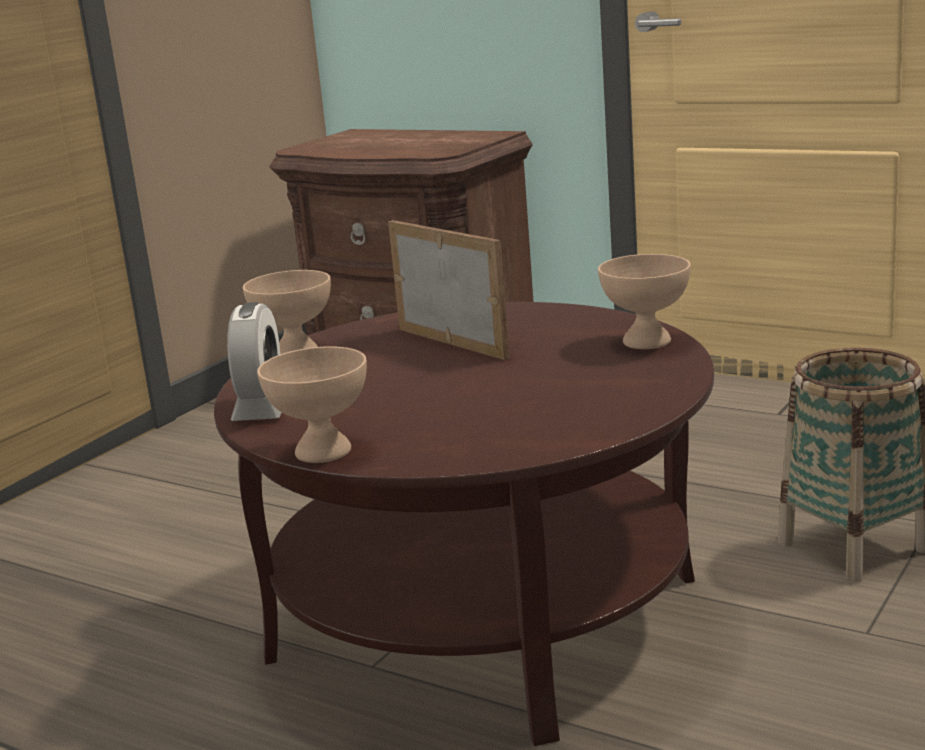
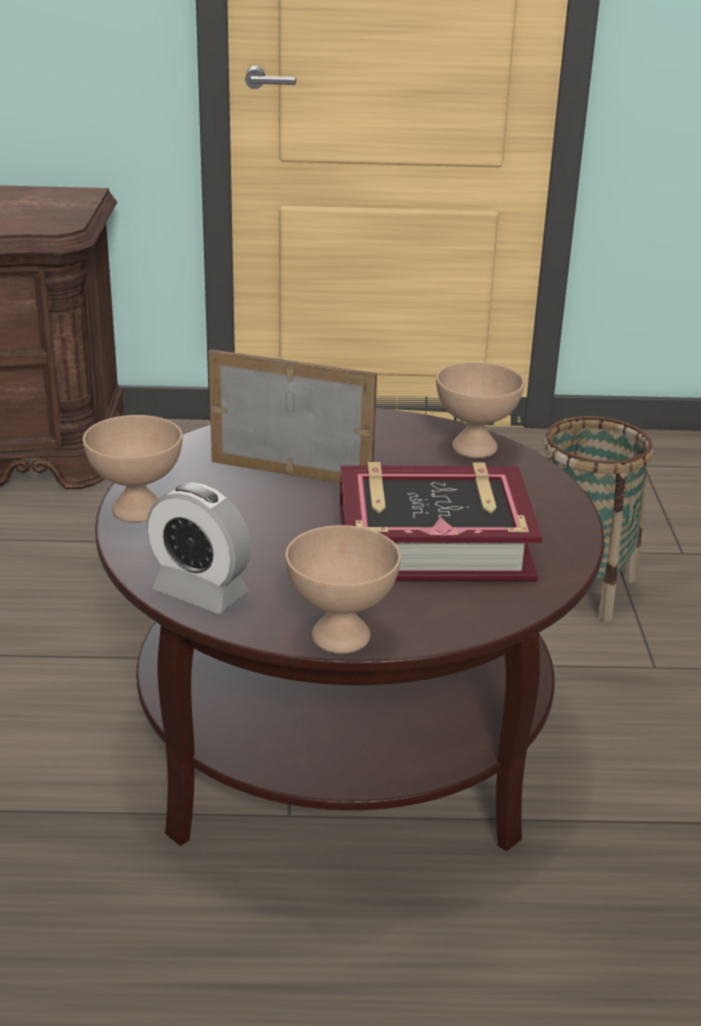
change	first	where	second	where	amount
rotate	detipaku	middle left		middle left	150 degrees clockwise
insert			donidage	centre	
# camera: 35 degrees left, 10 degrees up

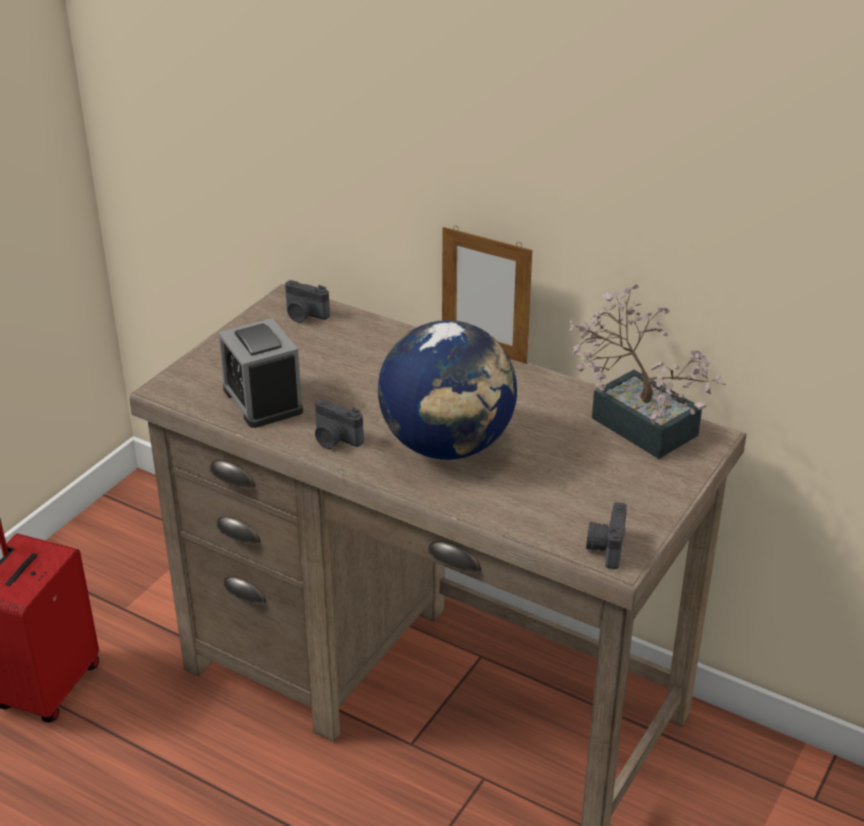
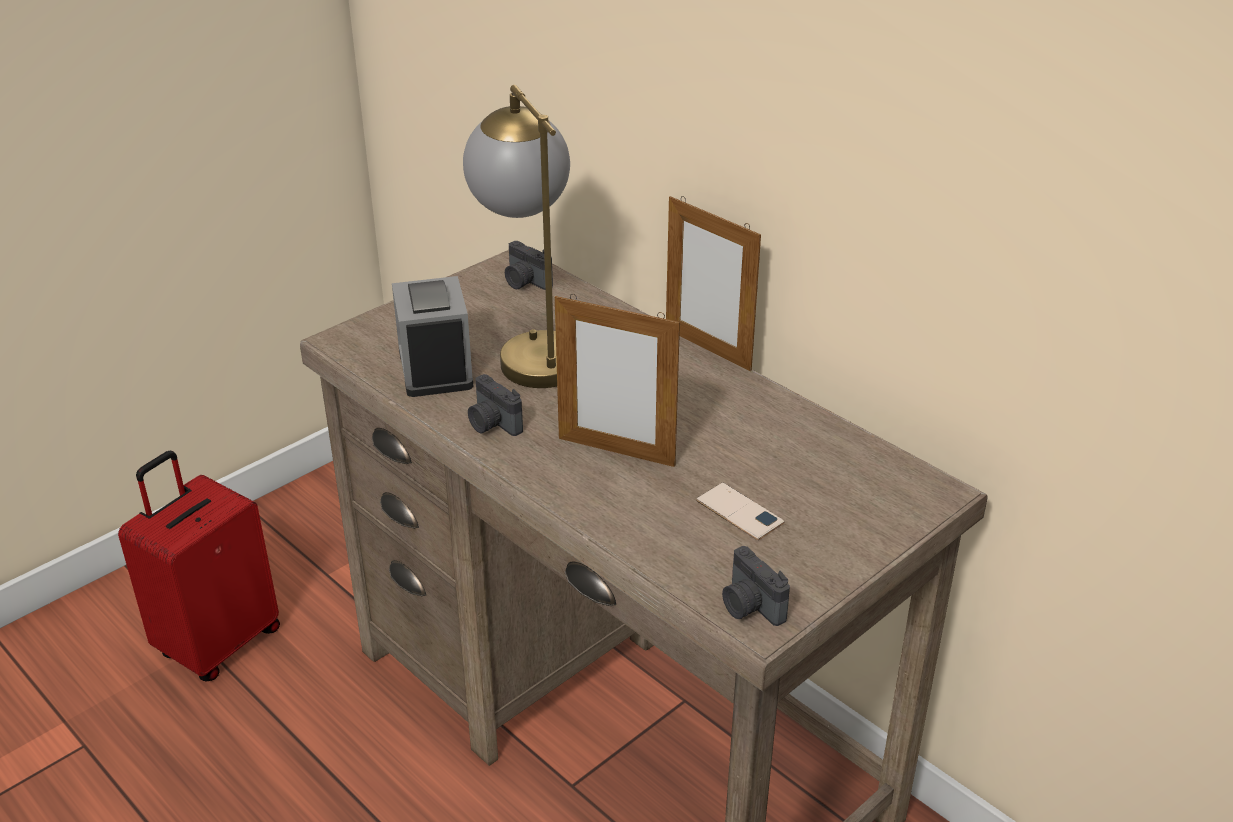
change	first	where	second	where	amount
replace	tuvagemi	centre	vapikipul (1st from left)	centre	
delete	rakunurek	middle right			
rotate	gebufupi (3rd from left)	middle right		bottom centre	60 degrees counterclockwise
insert			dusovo	top centre	
insert			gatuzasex	centre	
# camera: 15 degrees right, 0 degrees up

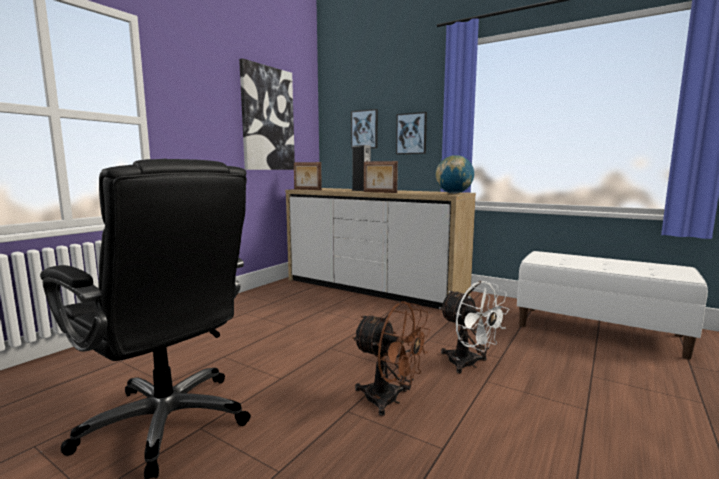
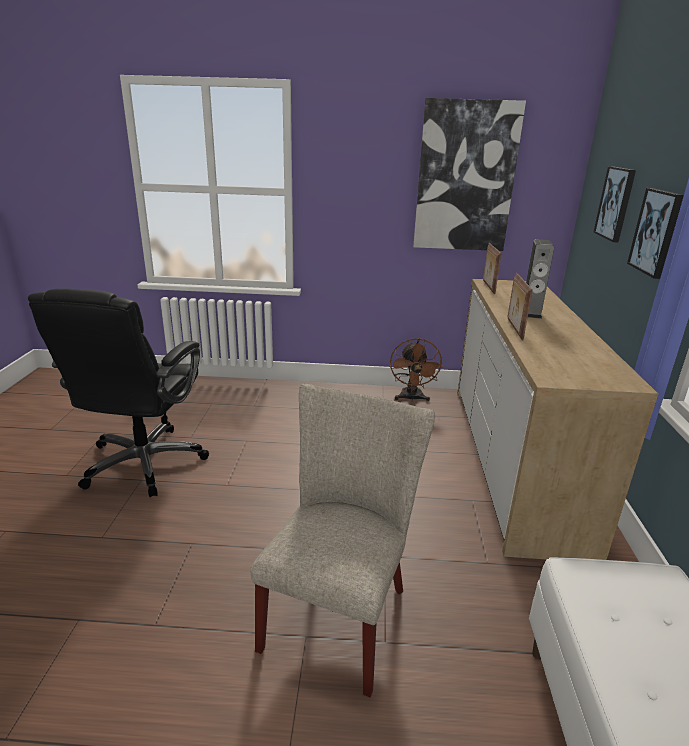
change	first	where	second	where	amount
move	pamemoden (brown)	bottom centre		centre	
delete	tuvagemi	centre			
replace	pamemoden (white)	bottom centre	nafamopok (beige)	bottom centre	
# camera: 60 degrees right, 15 degrees up

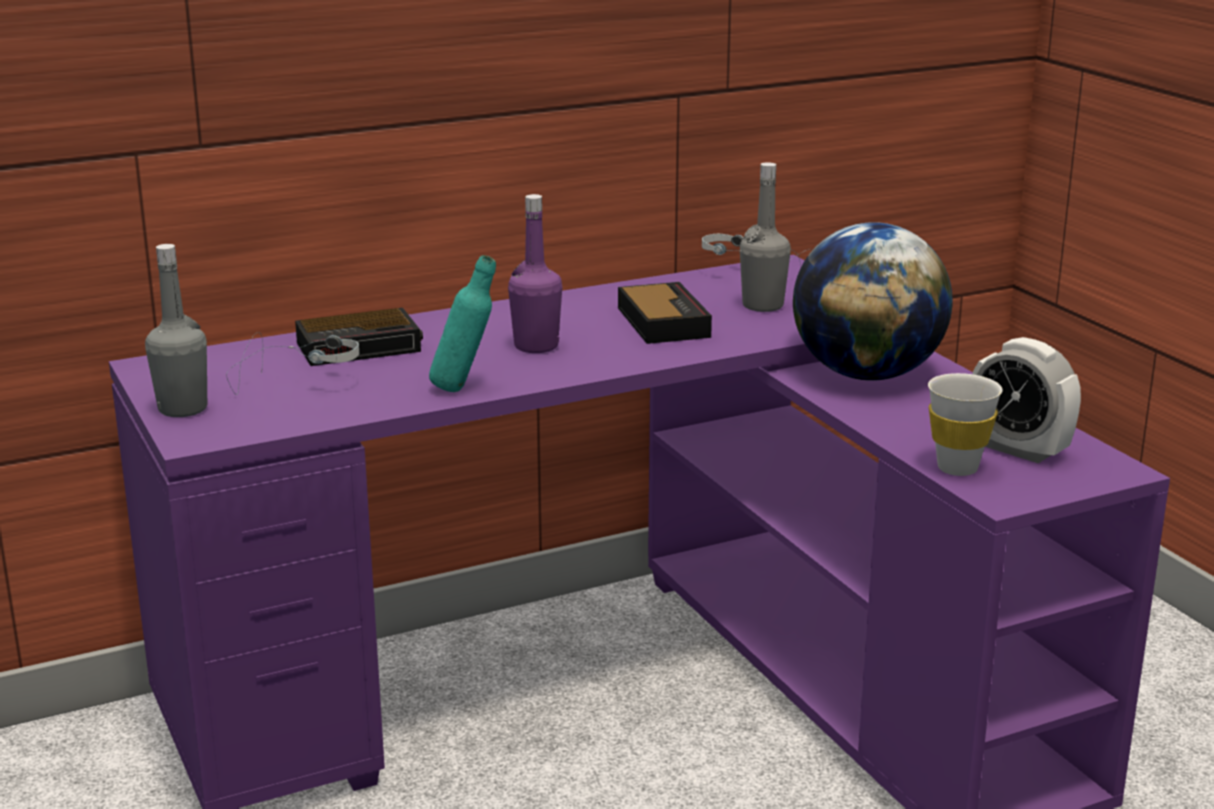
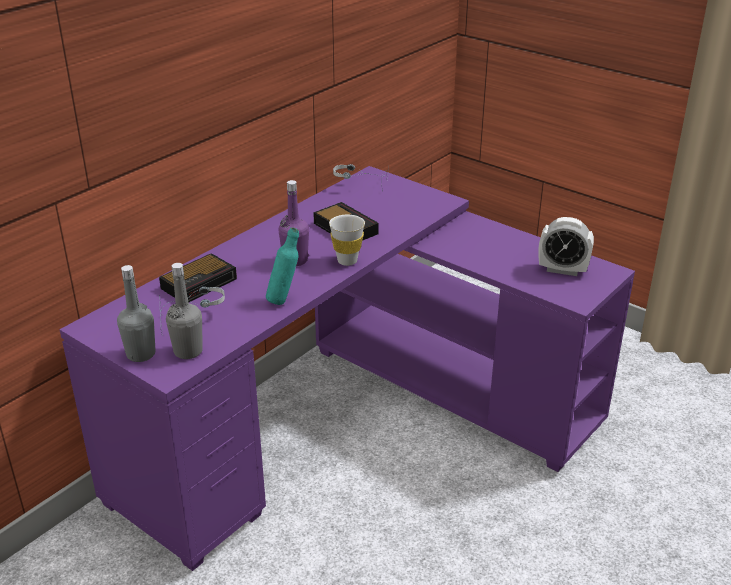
change	first	where	second	where	amount
move	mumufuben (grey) (2nd from left)	top centre		middle left	
delete	tuvagemi	middle right			
move	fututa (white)	middle right		centre	
# camera: 25 degrees left, 10 degrees up

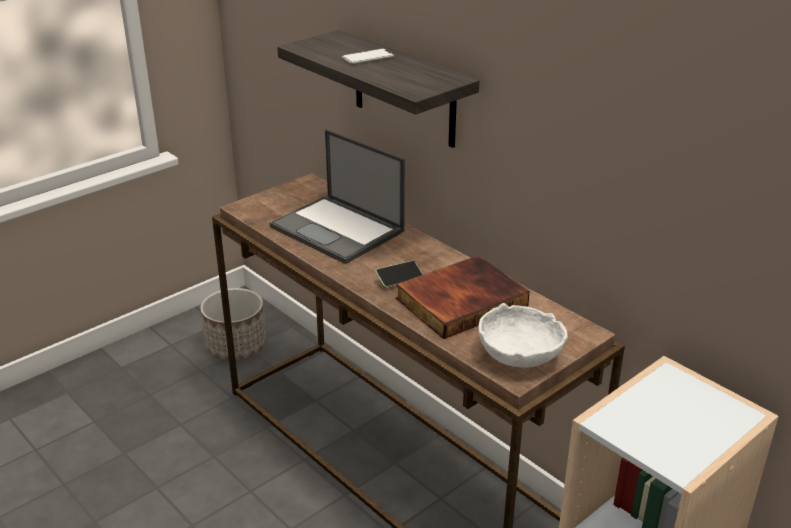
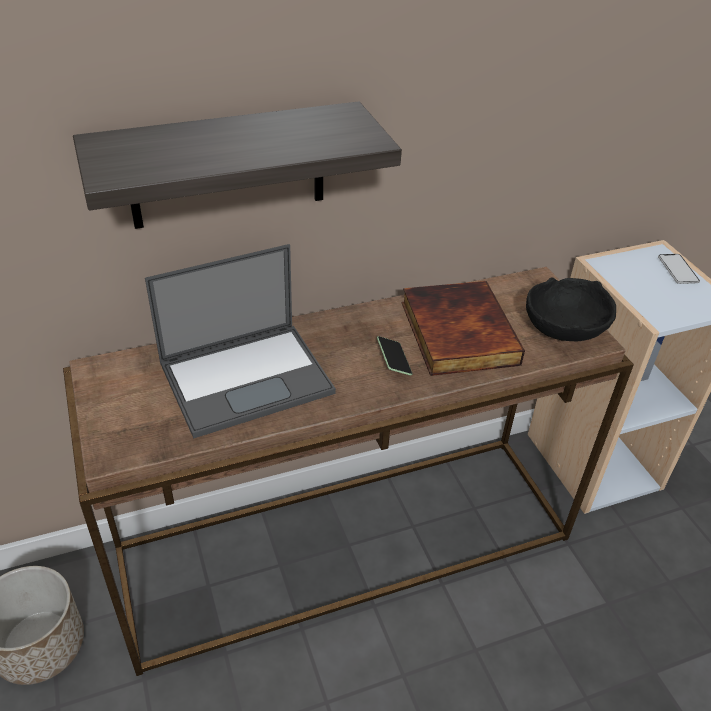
change	first	where	second	where	amount
move	gatuzasex (1st from left in the first image)	top centre	gatuzasex (2nd from left)	middle right	
recolor	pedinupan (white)	centre	pedinupan (black)	middle right	
# camera: 70 degrees left, 10 degrees up

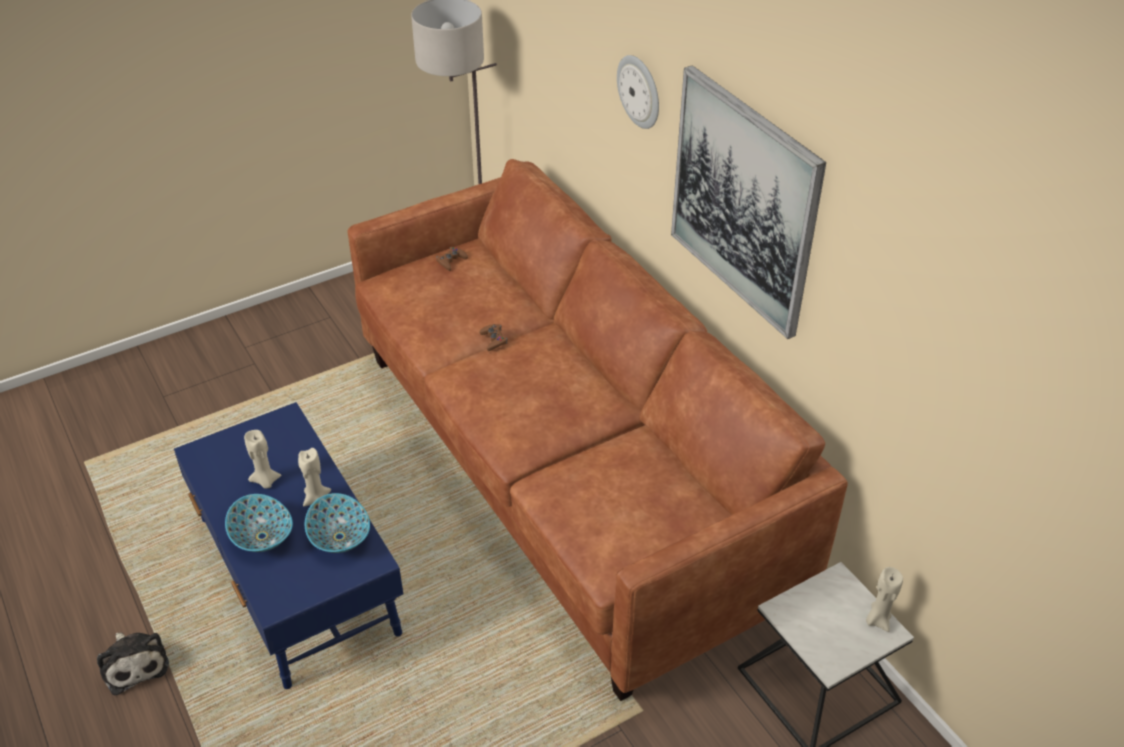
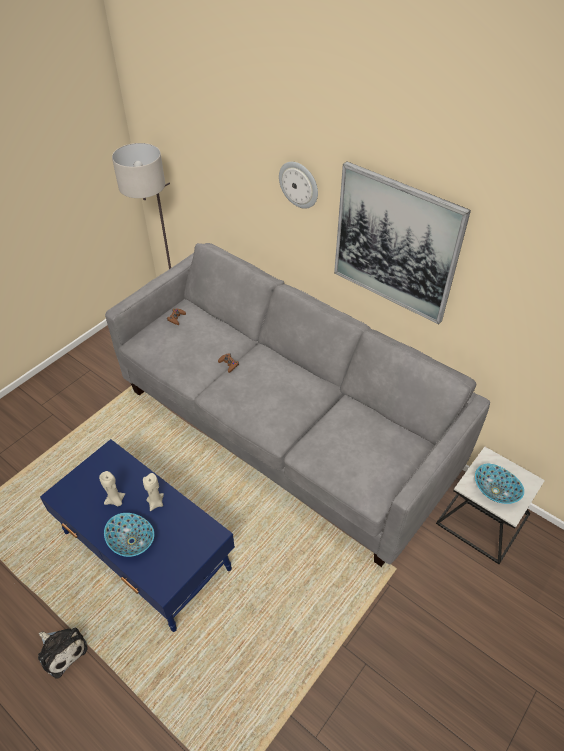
change	first	where	second	where	amount
move	pedinupan (2nd from left)	bottom left		middle right	
recolor	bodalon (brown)	centre	bodalon (grey)	centre	
delete	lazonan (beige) (3rd from left)	bottom right			
# camera: 20 degrees left, 5 degrees up

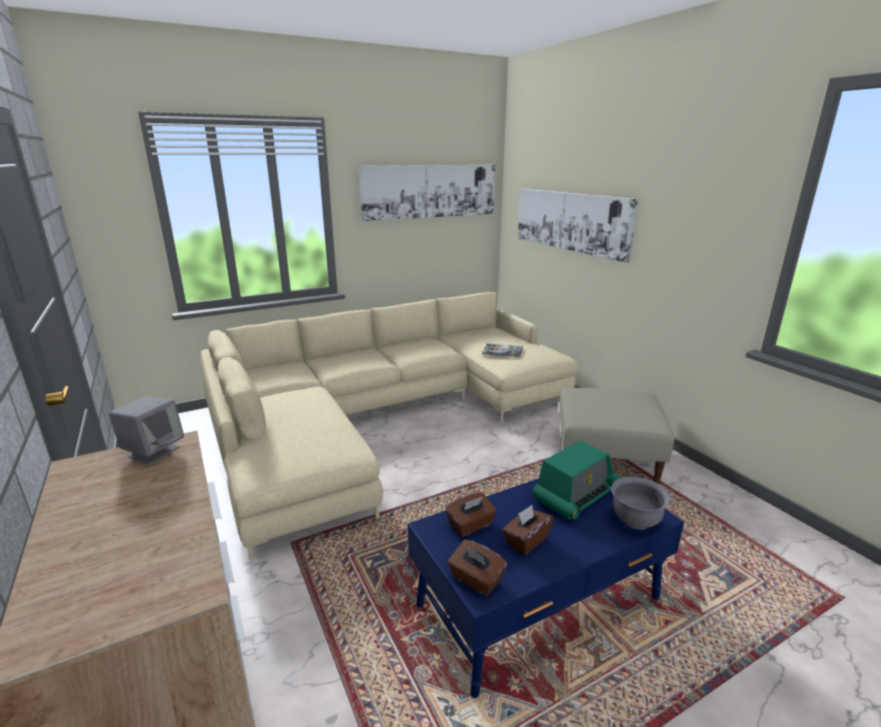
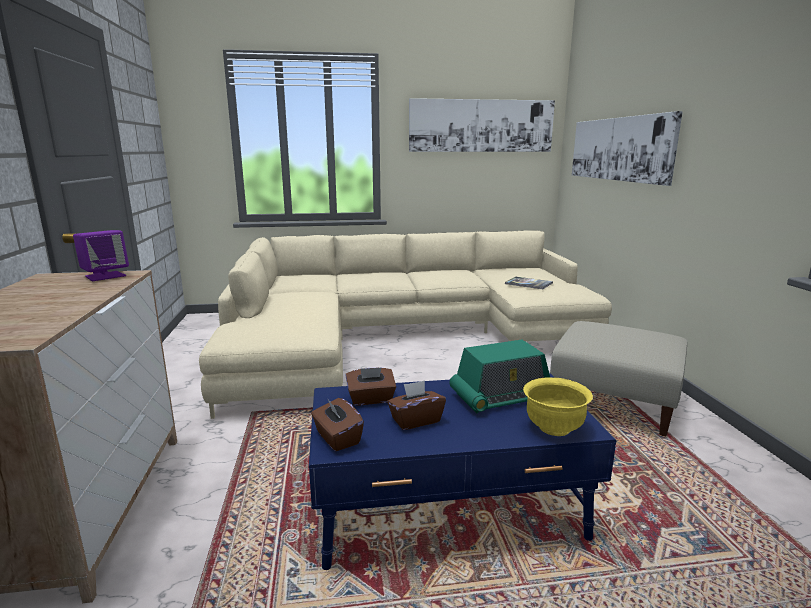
change	first	where	second	where	amount
recolor	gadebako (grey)	middle left	gadebako (purple)	middle left	
recolor	pedinupan (grey)	bottom right	pedinupan (yellow)	bottom right	
# camera: 20 degrees right, 5 degrees down

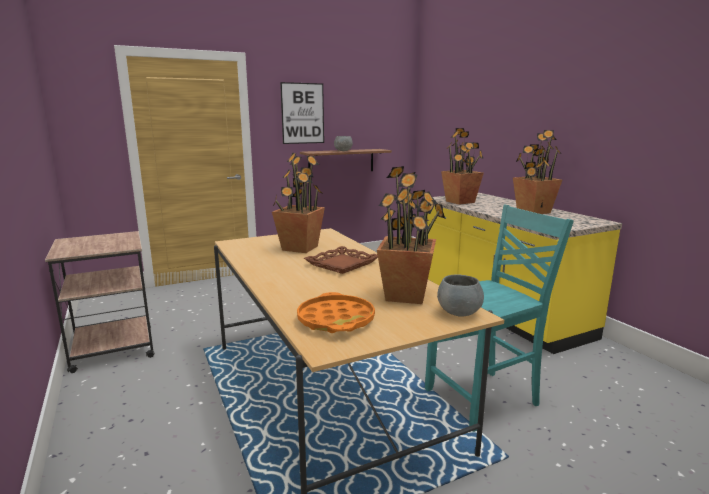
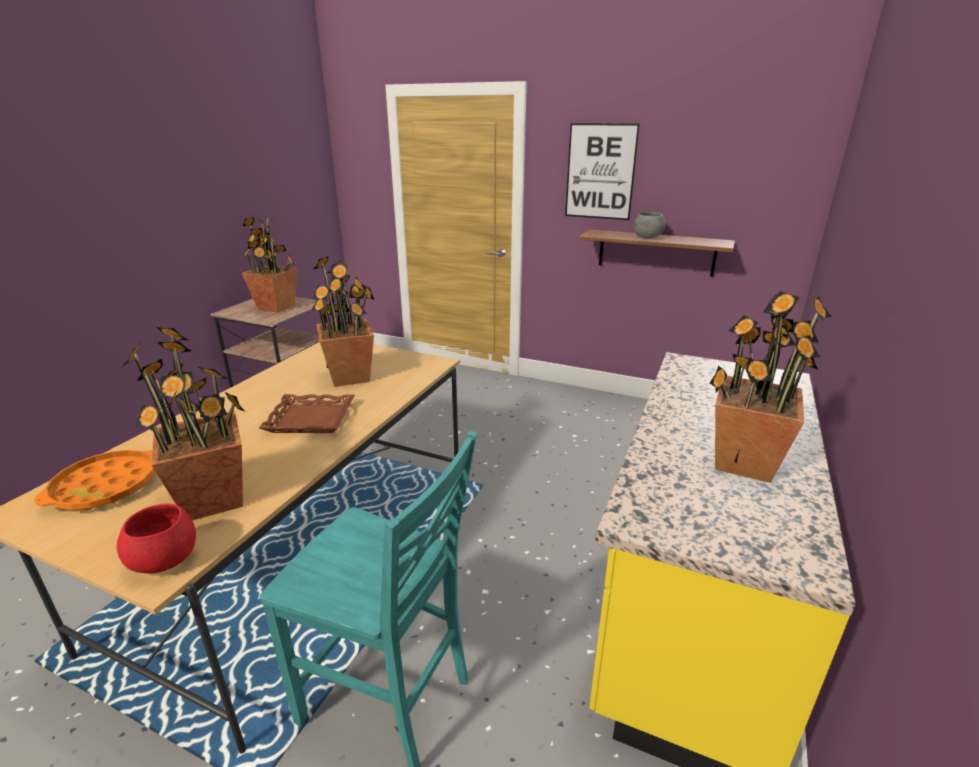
change	first	where	second	where	amount
recolor	pedinupan (grey) (2nd from left)	centre	pedinupan (red)	bottom left	
move	rakunurek (3rd from left in the first image)	centre	rakunurek (2nd from left)	middle left	
# camera: 50 degrees right, 10 degrees up

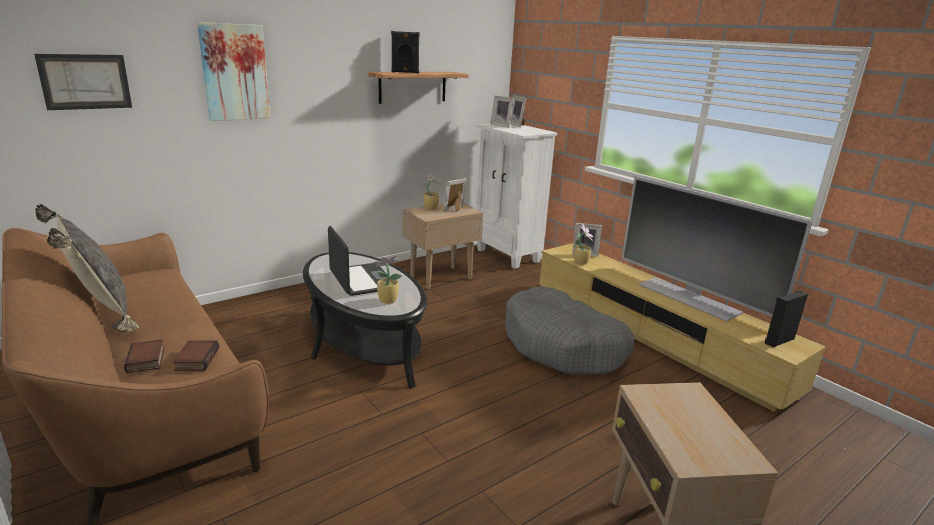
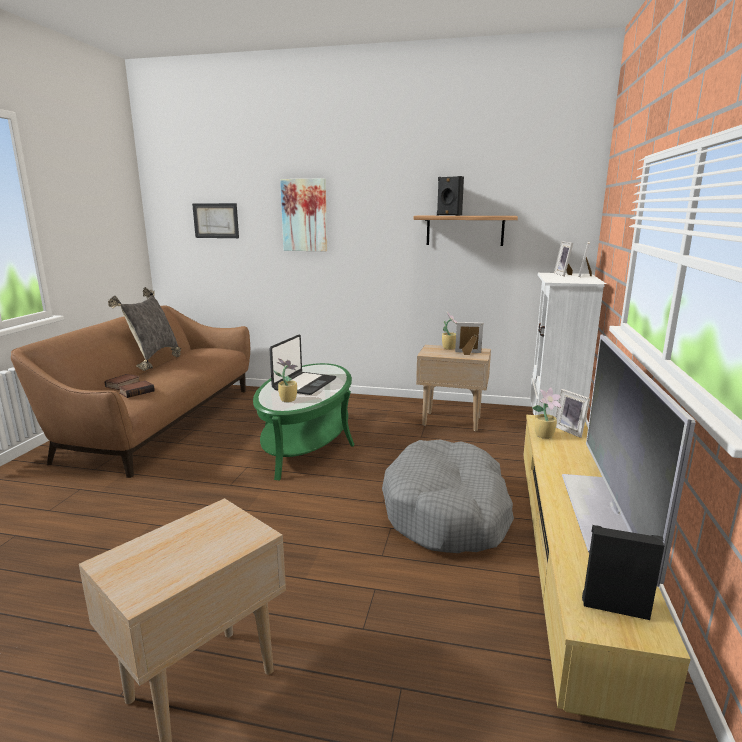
change	first	where	second	where	amount
recolor	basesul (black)	centre	basesul (green)	centre	
# camera: 50 degrees right, 5 degrees down

